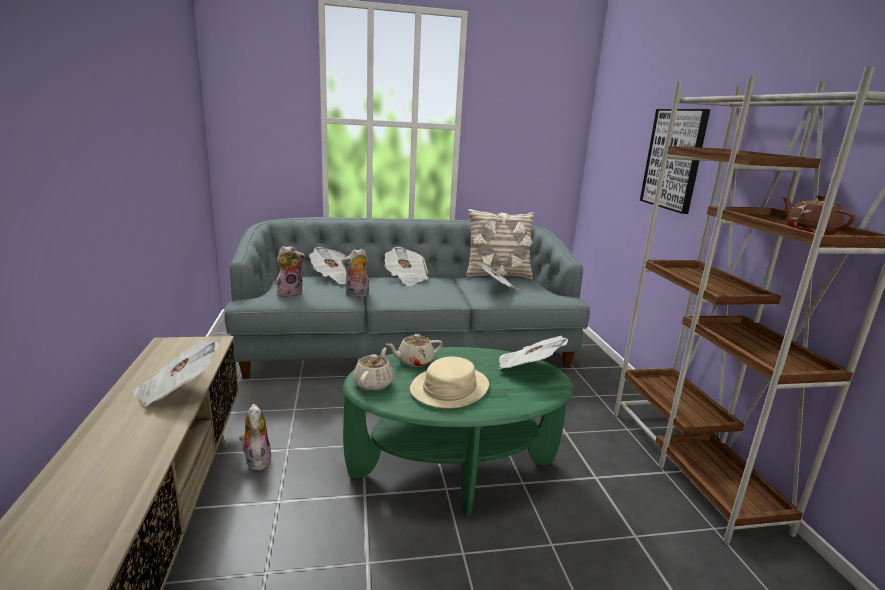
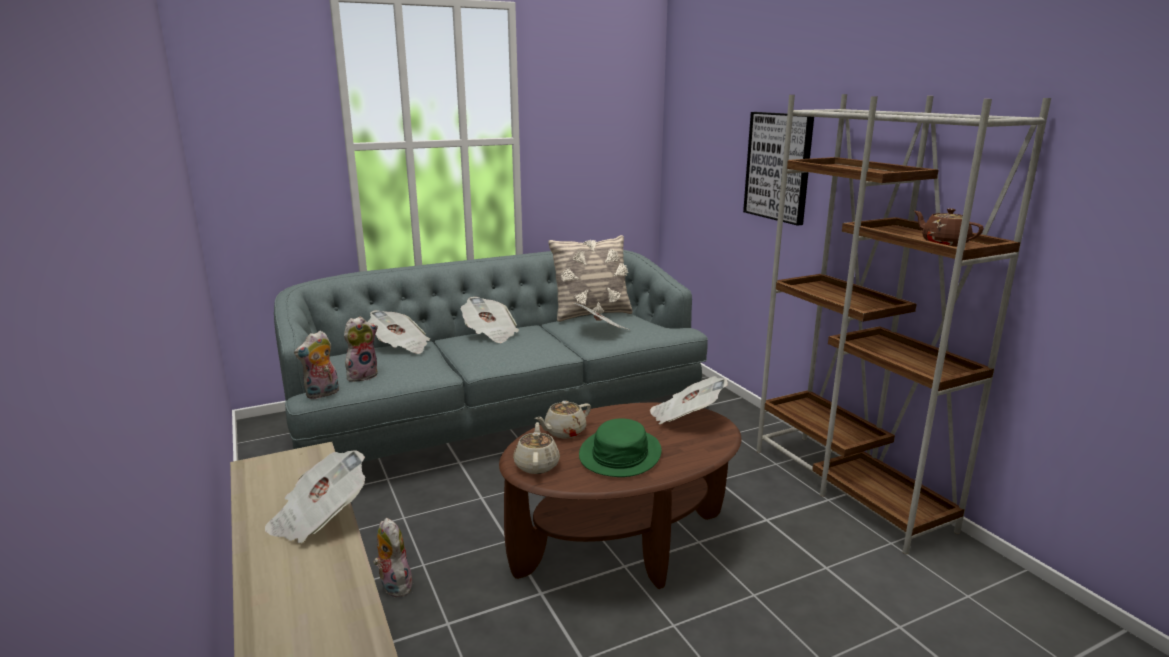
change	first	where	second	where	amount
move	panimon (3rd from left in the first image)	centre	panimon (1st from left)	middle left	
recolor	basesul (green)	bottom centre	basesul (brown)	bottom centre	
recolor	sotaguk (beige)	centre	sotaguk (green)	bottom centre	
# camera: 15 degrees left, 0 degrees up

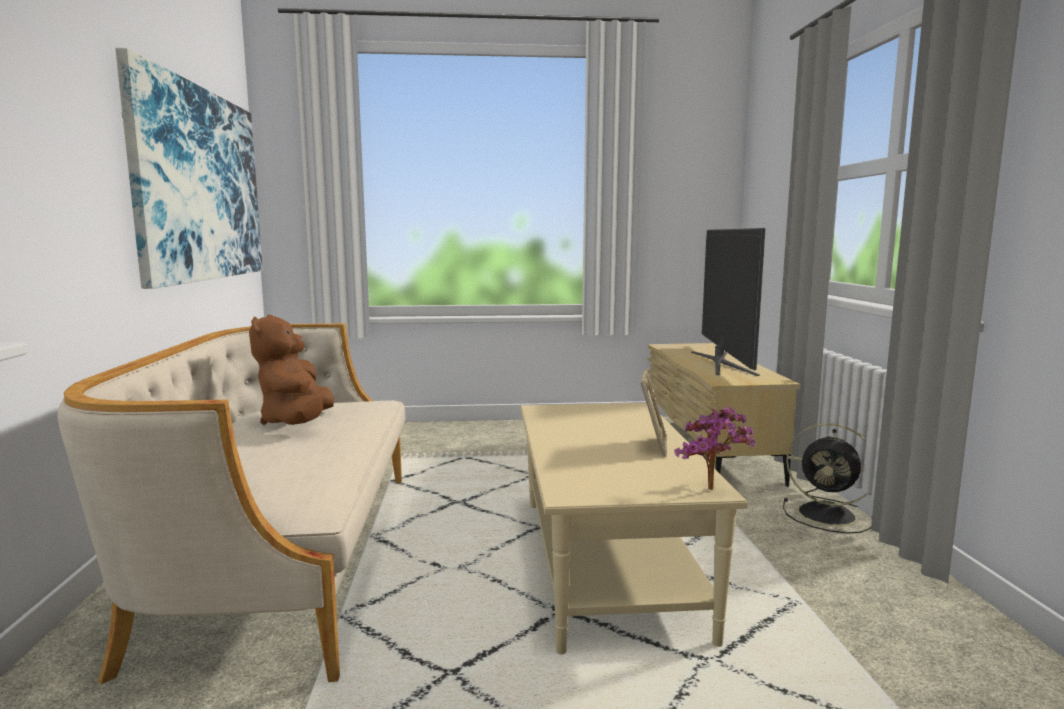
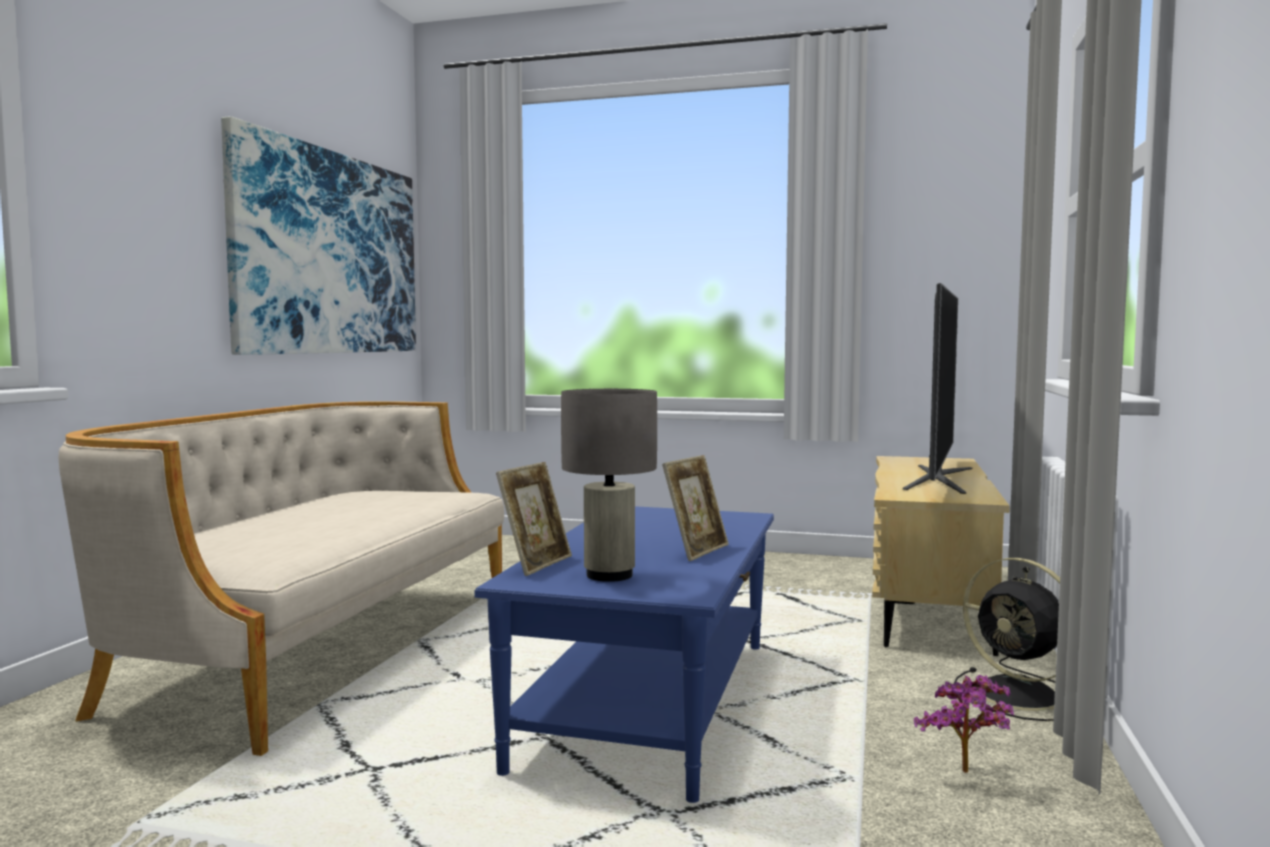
change	first	where	second	where	amount
delete	panimon (brown)	middle left			
recolor	basesul (beige)	bottom centre	basesul (blue)	bottom centre	
move	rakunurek	middle right		bottom right	
insert			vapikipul (1st from left)	centre	
insert			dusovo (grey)	centre	
# camera: 20 degrees right, 5 degrees down

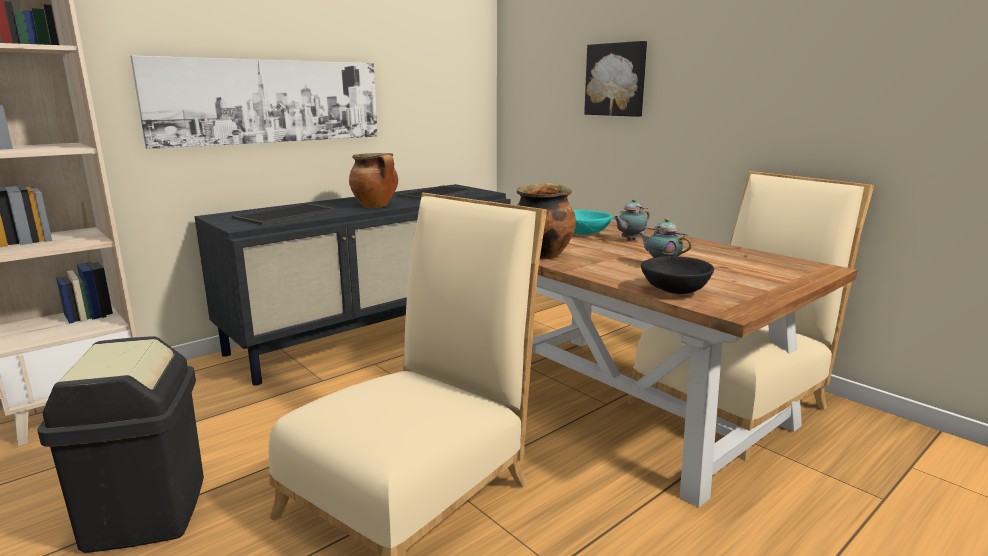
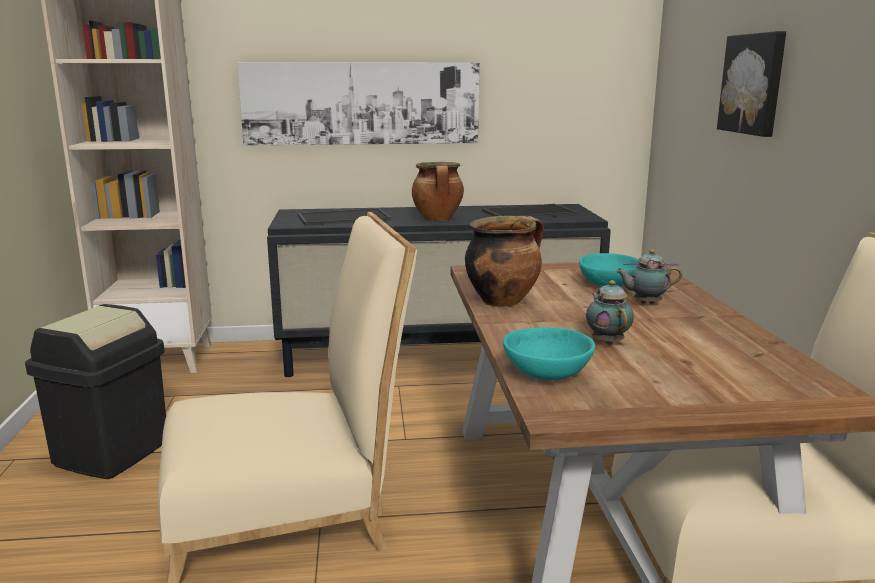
change	first	where	second	where	amount
recolor	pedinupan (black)	middle right	pedinupan (turquoise) (1st from left)	centre	
# camera: 35 degrees right, 0 degrees up

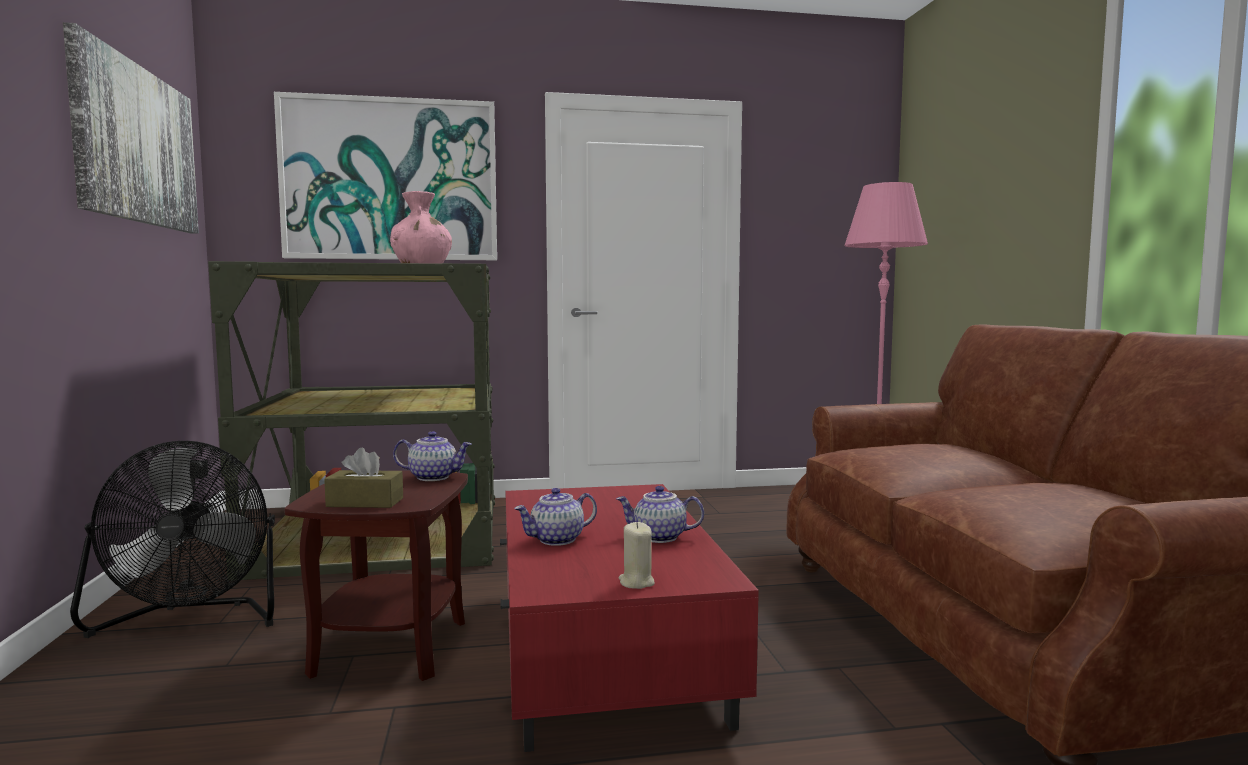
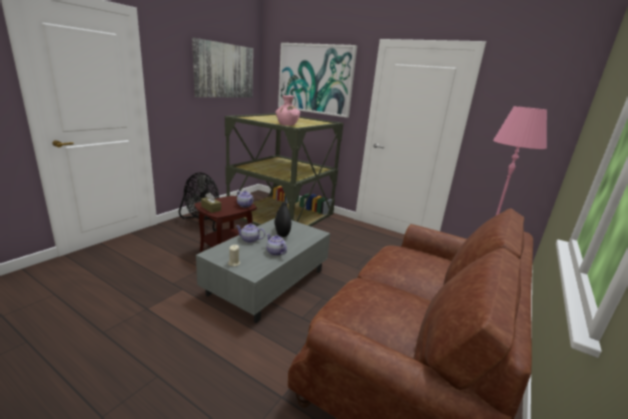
change	first	where	second	where	amount
recolor	basesul (red)	bottom centre	basesul (grey)	centre	
insert			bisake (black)	centre	
# camera: 40 degrees right, 15 degrees up

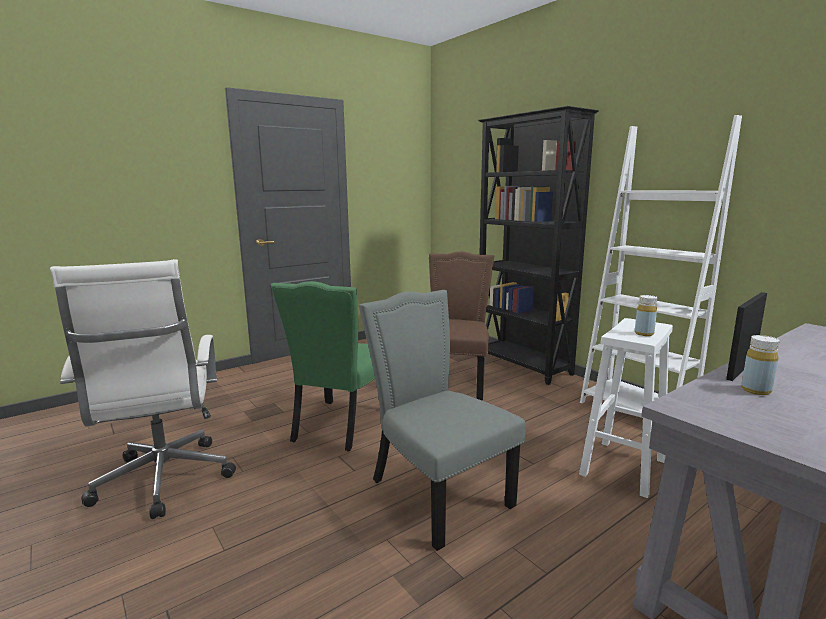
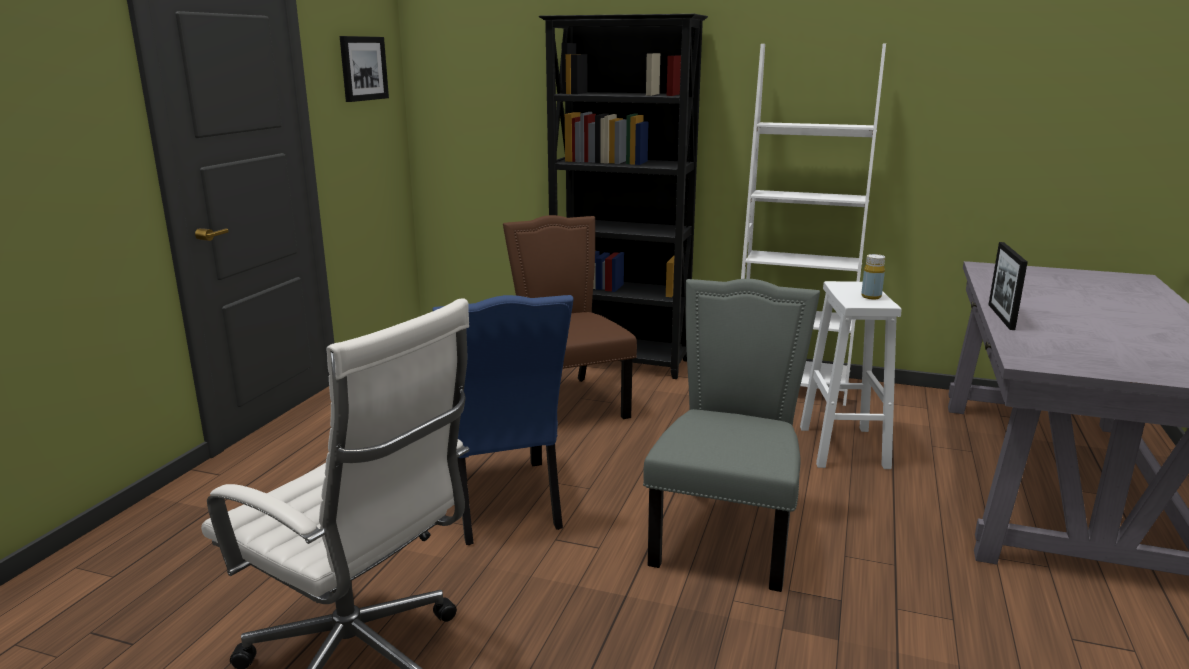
change	first	where	second	where	amount
recolor	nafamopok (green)	centre	nafamopok (blue)	centre	
rotate	nafamopok (grey)	bottom centre		centre	90 degrees clockwise
delete	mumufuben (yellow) (2nd from left)	middle right			
insert			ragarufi	top left	
# camera: 35 degrees left, 5 degrees up

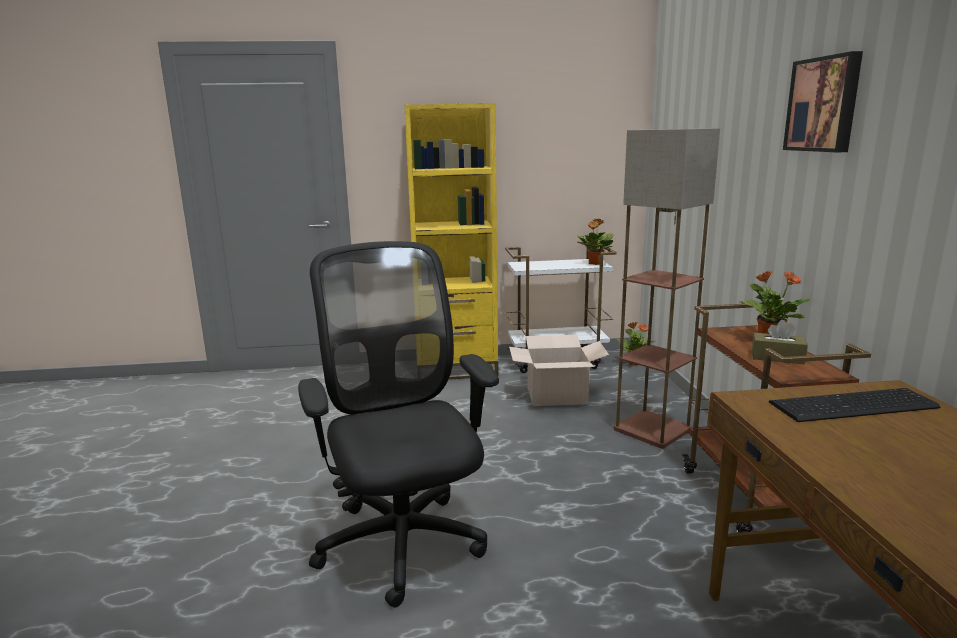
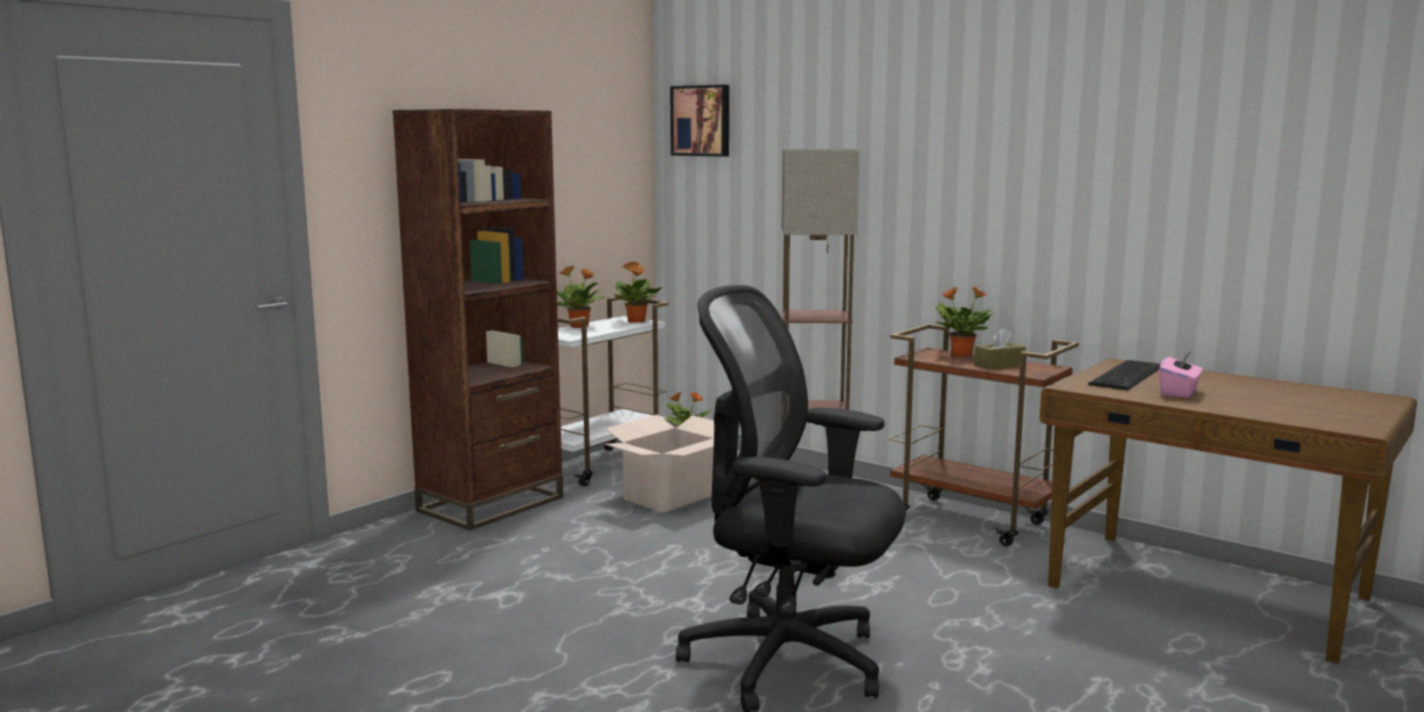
change	first	where	second	where	amount
recolor	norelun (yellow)	centre	norelun (brown)	centre	
move	ragarufi	top right		top centre	
insert			rakunurek (1st from left)	centre	
insert			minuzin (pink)	middle right	
# camera: 45 degrees left, 5 degrees down

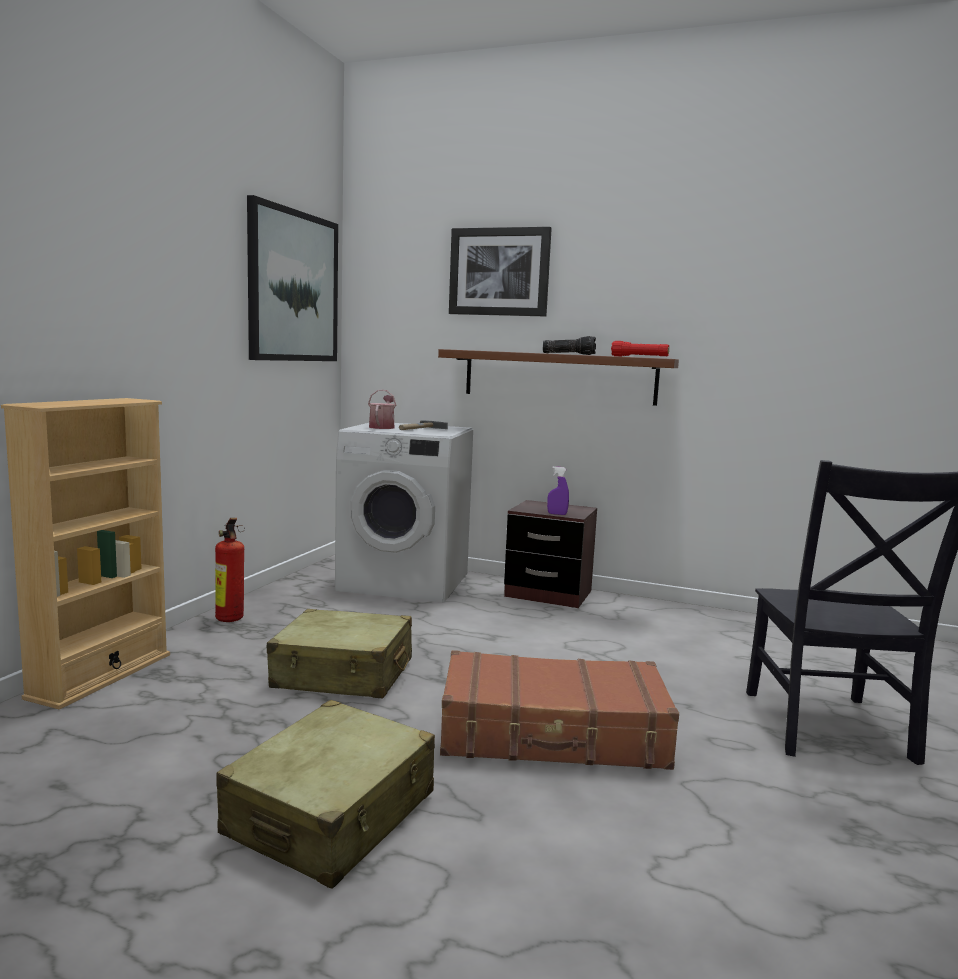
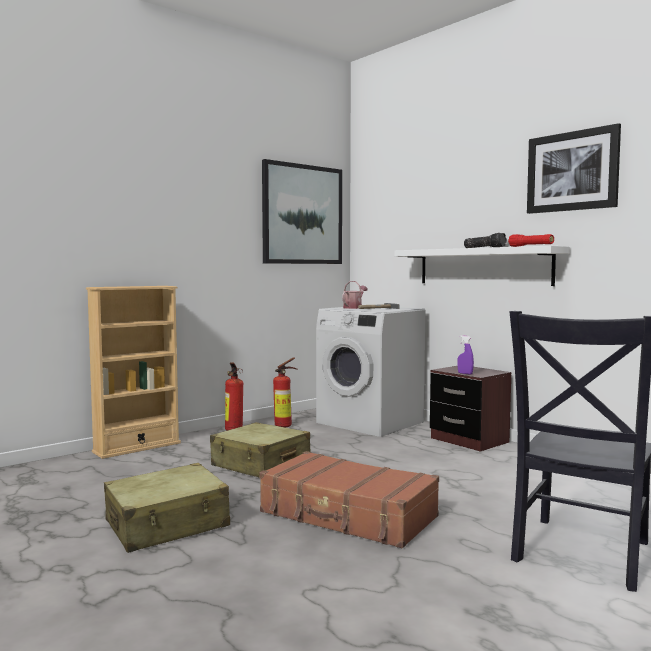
change	first	where	second	where	amount
recolor	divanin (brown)	centre	divanin (white)	middle right	
move	ragarufi (2nd from left)	top centre		top right	
insert			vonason (2nd from left)	centre	
# camera: 30 degrees right, 5 degrees down

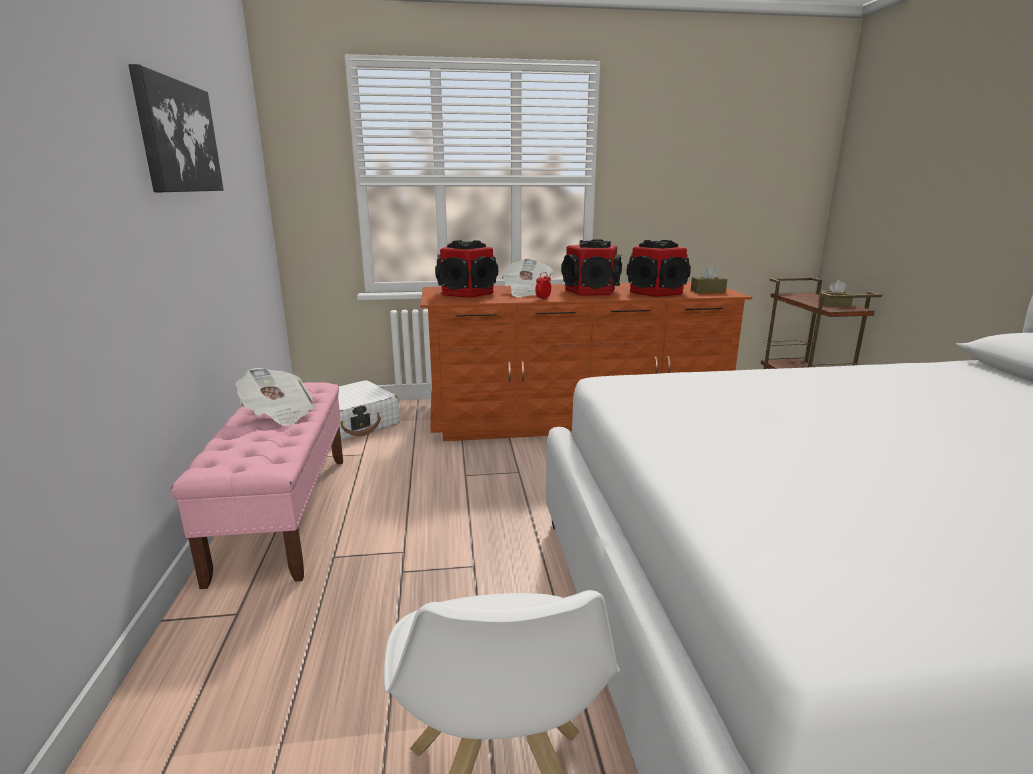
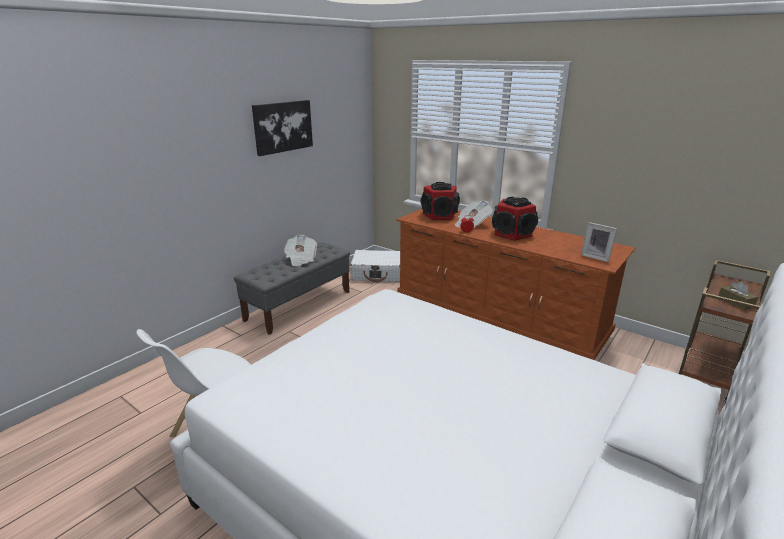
change	first	where	second	where	amount
recolor	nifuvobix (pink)	middle left	nifuvobix (grey)	centre	
delete	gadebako (3rd from left)	centre			
replace	minuzin (brown) (1st from left)	middle right	vapikipul	middle right	
# camera: 45 degrees right, 5 degrees up

